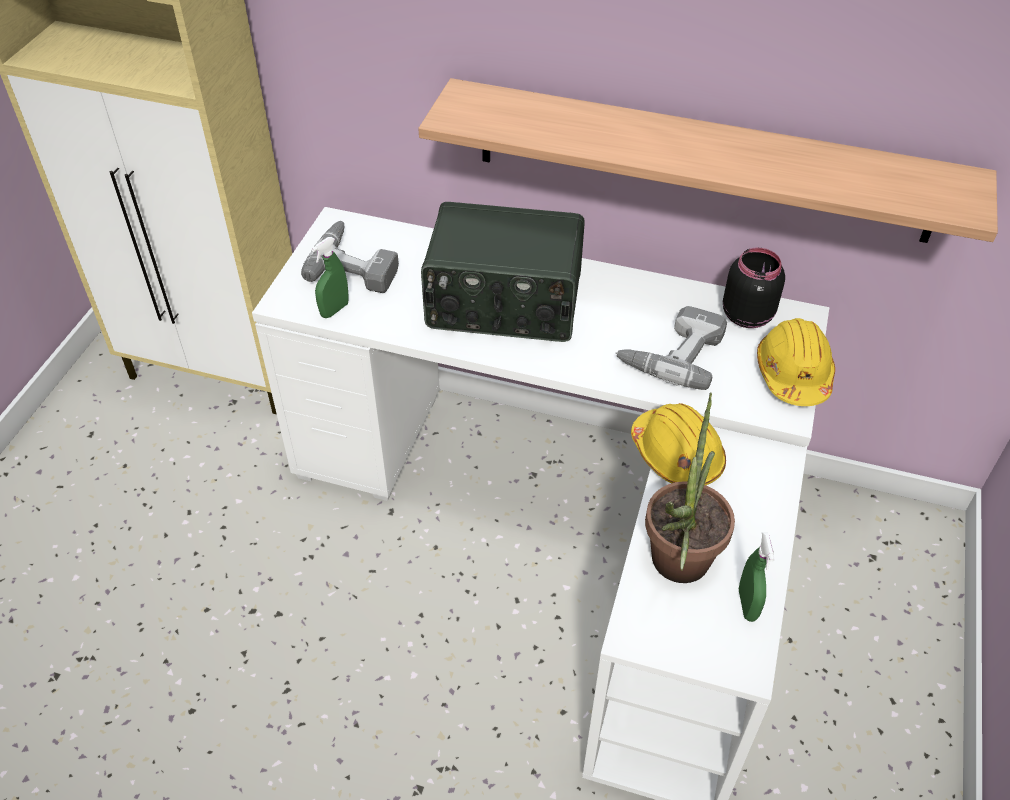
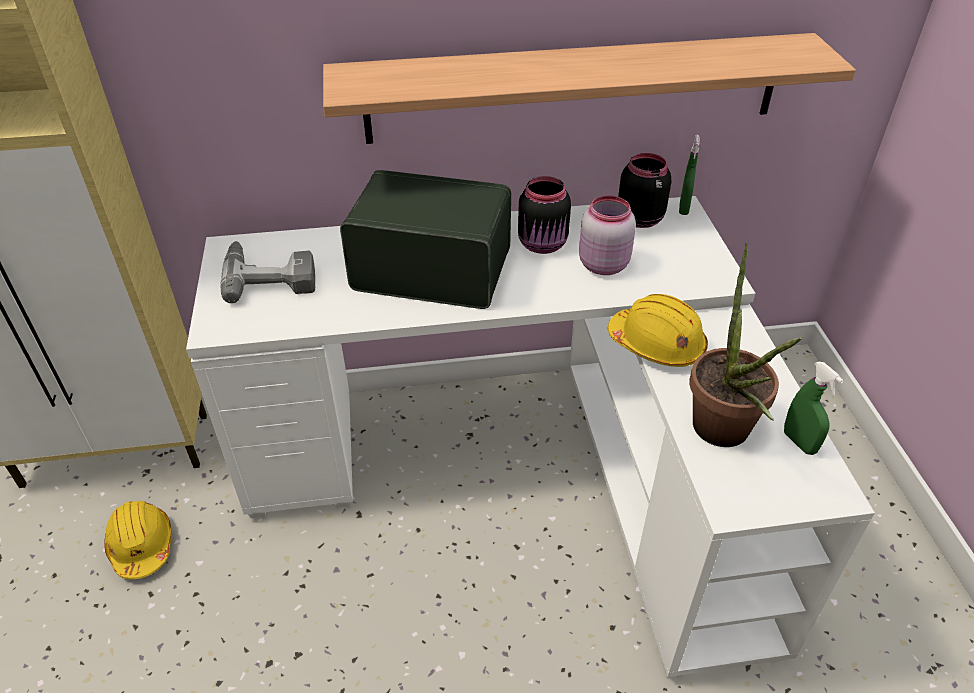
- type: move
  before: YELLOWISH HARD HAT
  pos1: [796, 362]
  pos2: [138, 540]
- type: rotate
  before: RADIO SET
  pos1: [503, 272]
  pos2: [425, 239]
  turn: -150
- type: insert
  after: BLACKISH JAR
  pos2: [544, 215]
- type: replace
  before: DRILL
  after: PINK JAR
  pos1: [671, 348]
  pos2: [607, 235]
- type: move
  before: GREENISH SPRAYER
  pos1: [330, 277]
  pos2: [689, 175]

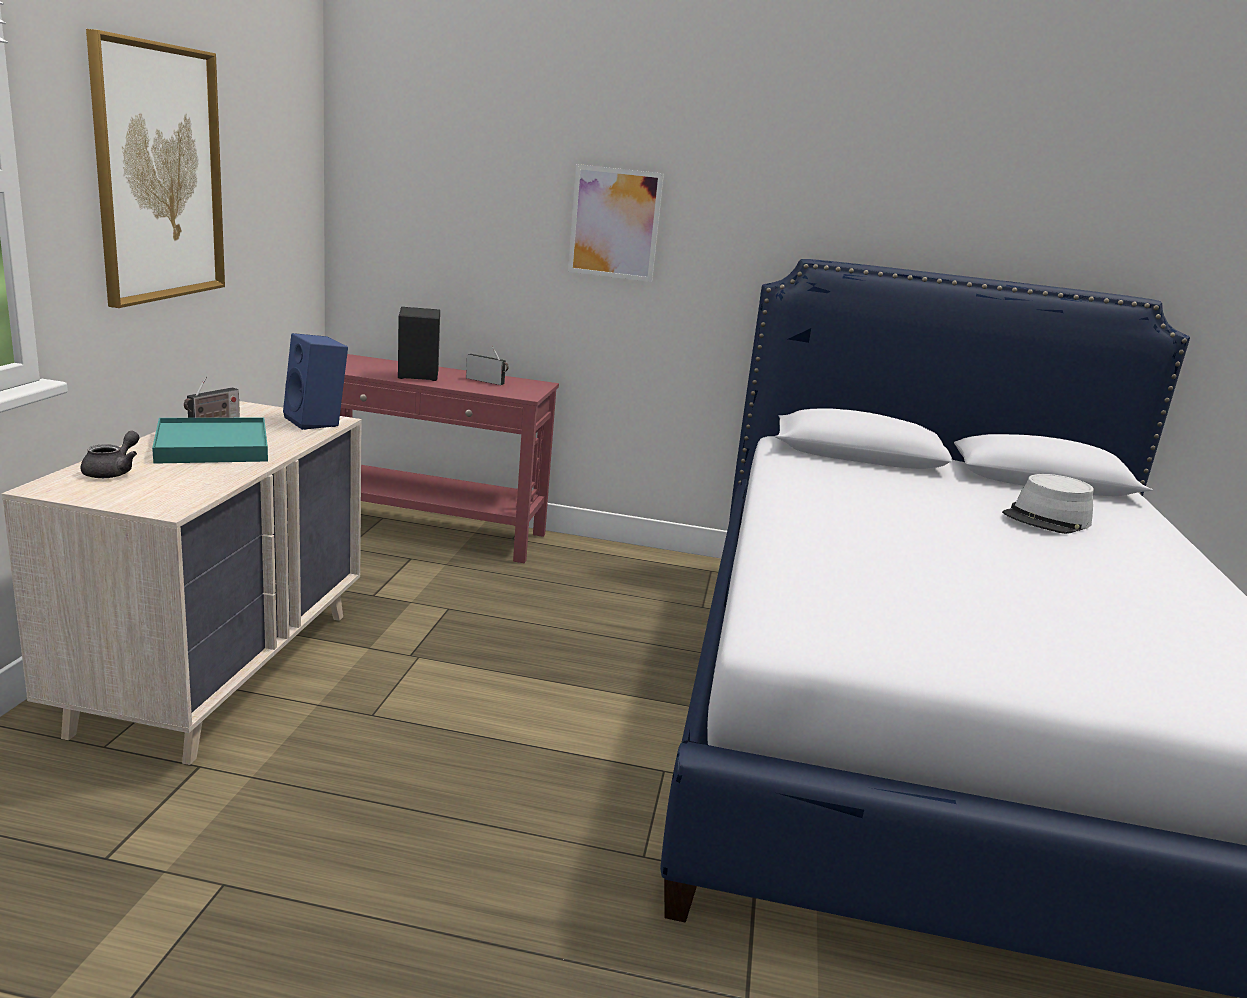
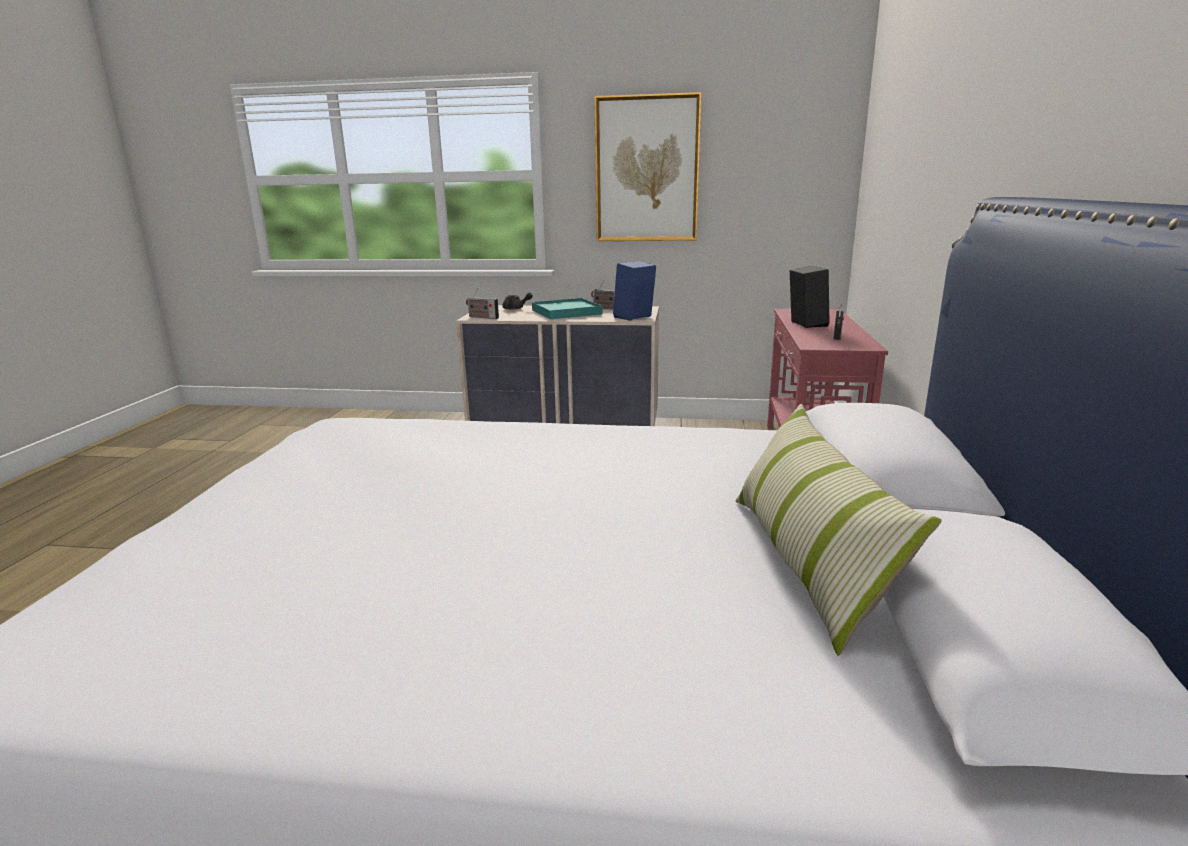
- type: insert
  after: RADIO SET
  pos2: [482, 303]
- type: insert
  after: CUSHION
  pos2: [838, 530]
- type: delete
  before: WALL ART
  pos1: [616, 223]
- type: delete
  before: GREYISH CLOTHING HAT
  pos1: [1048, 504]

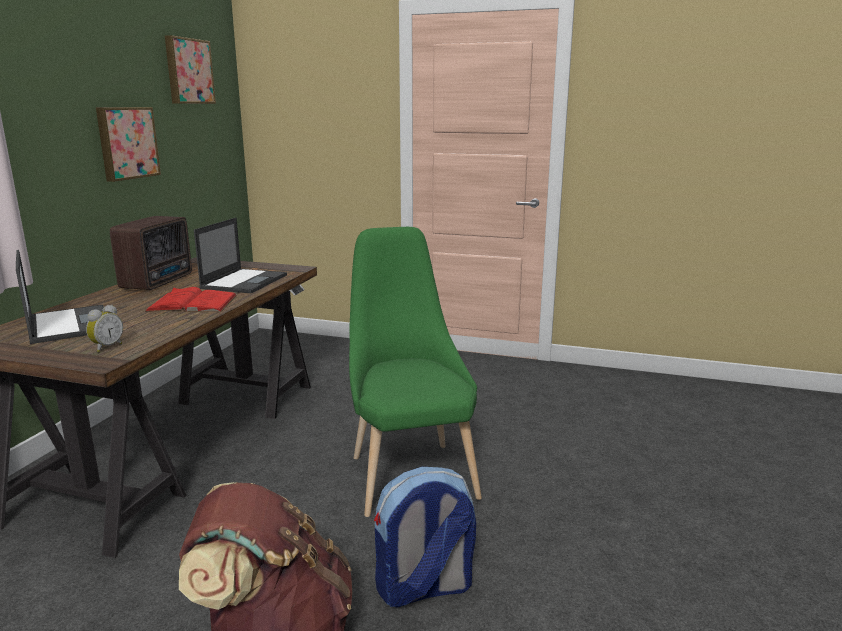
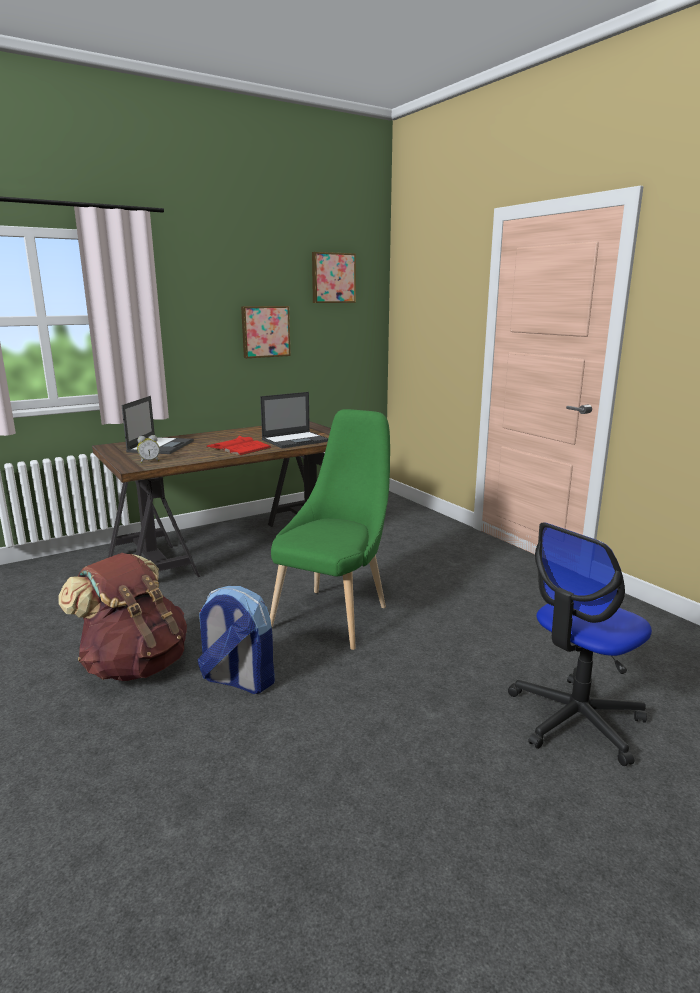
- type: insert
  after: OFFICE CHAIR
  pos2: [580, 644]
- type: delete
  before: RADIO SET
  pos1: [151, 253]

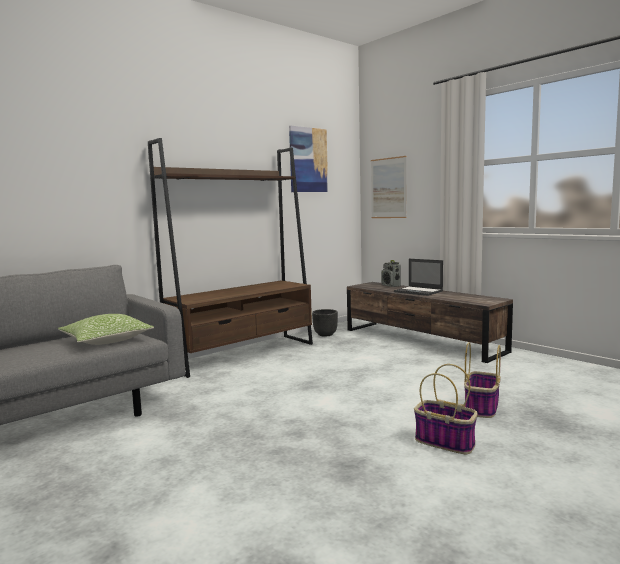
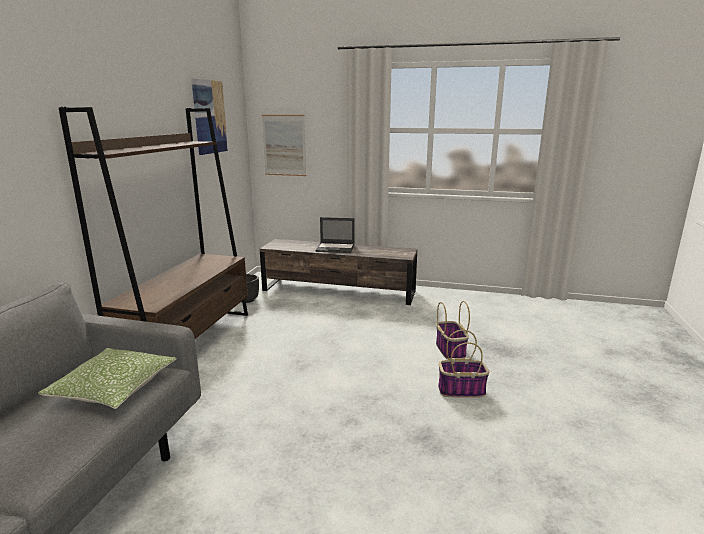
- type: delete
  before: RADIO SET
  pos1: [391, 273]

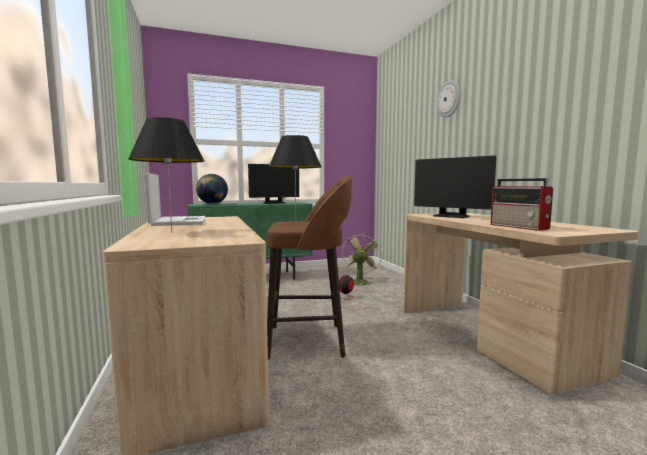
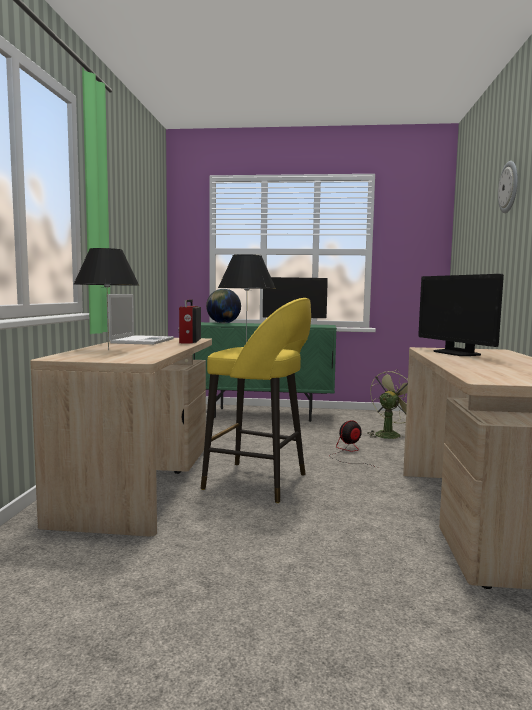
- type: move
  before: RADIO SET
  pos1: [521, 204]
  pos2: [190, 322]
- type: recolor
  before: BROWNISH STOOL SEAT
  after: YELLOWISH STOOL SEAT
  pos1: [309, 267]
  pos2: [256, 400]

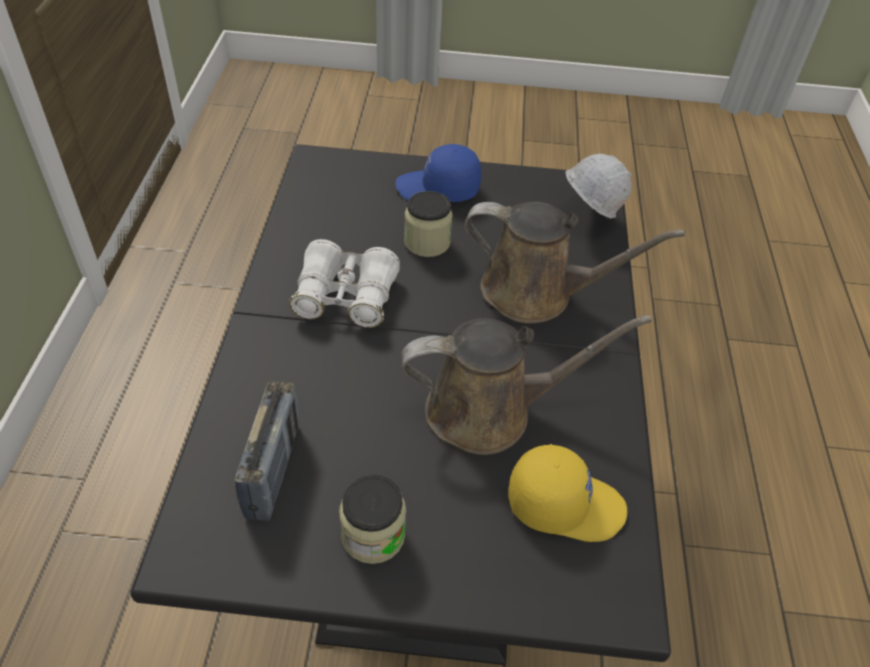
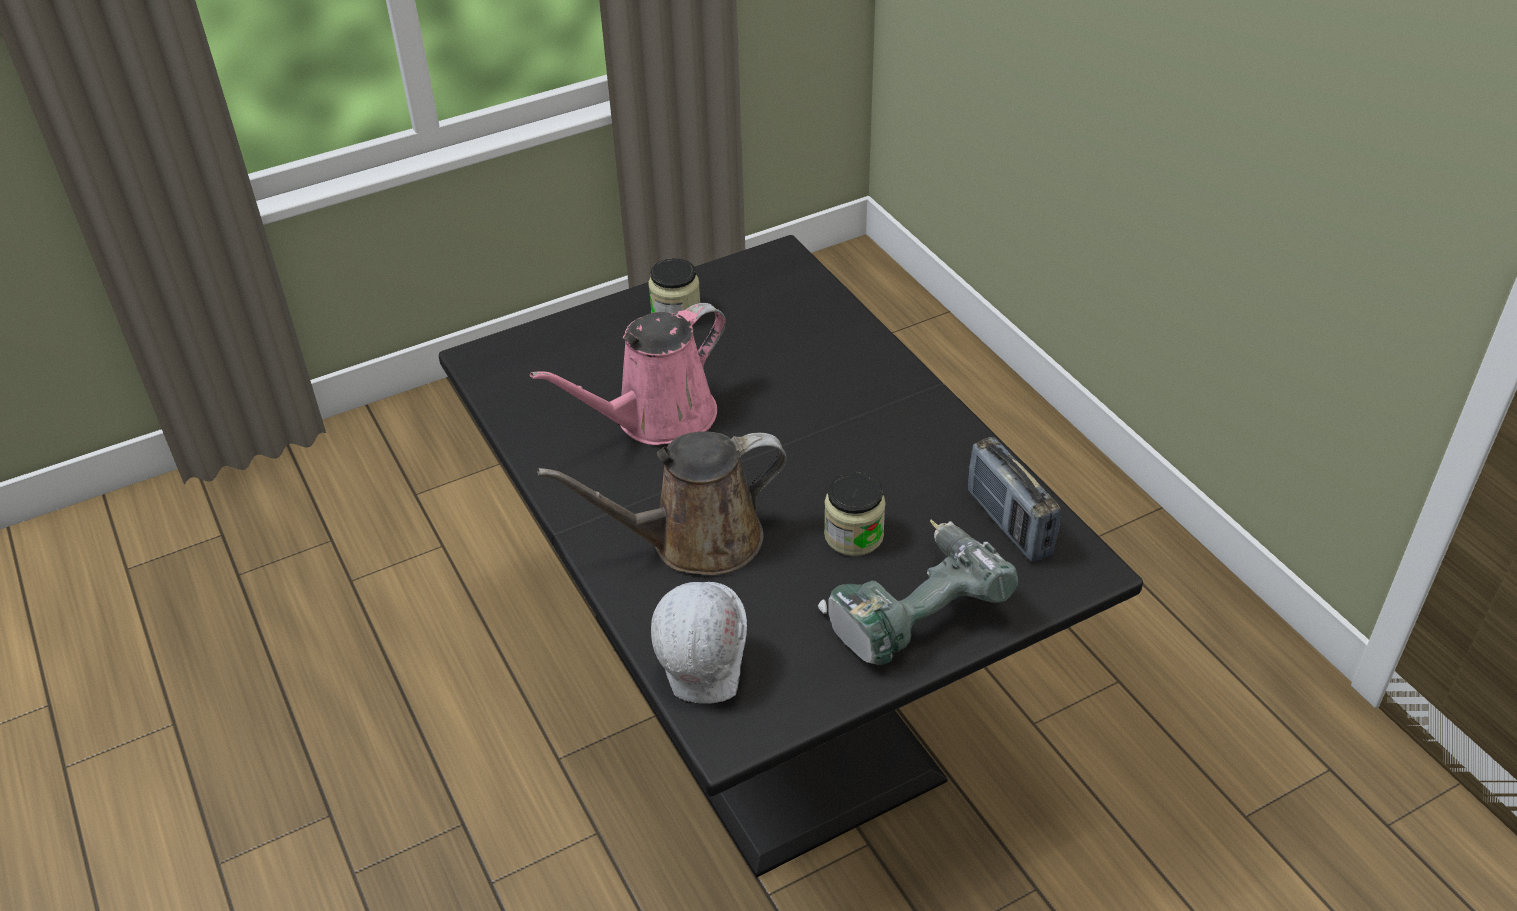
- type: recolor
  before: BROWNISH WATERING CAN
  after: PINK WATERING CAN
  pos1: [526, 385]
  pos2: [628, 374]
- type: replace
  before: BLUISH CAP
  after: DRILL
  pos1: [438, 173]
  pos2: [918, 592]
- type: move
  before: RADIO SET
  pos1: [267, 451]
  pos2: [1014, 499]
- type: delete
  before: WHITE BINOCULARS
  pos1: [344, 283]
- type: delete
  before: YELLOWISH CAP
  pos1: [567, 493]

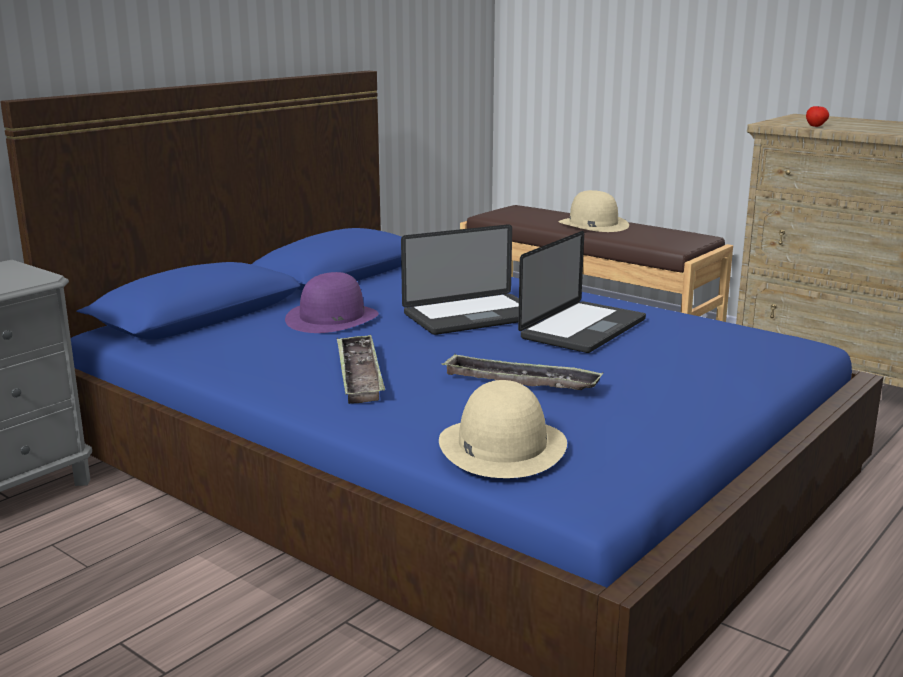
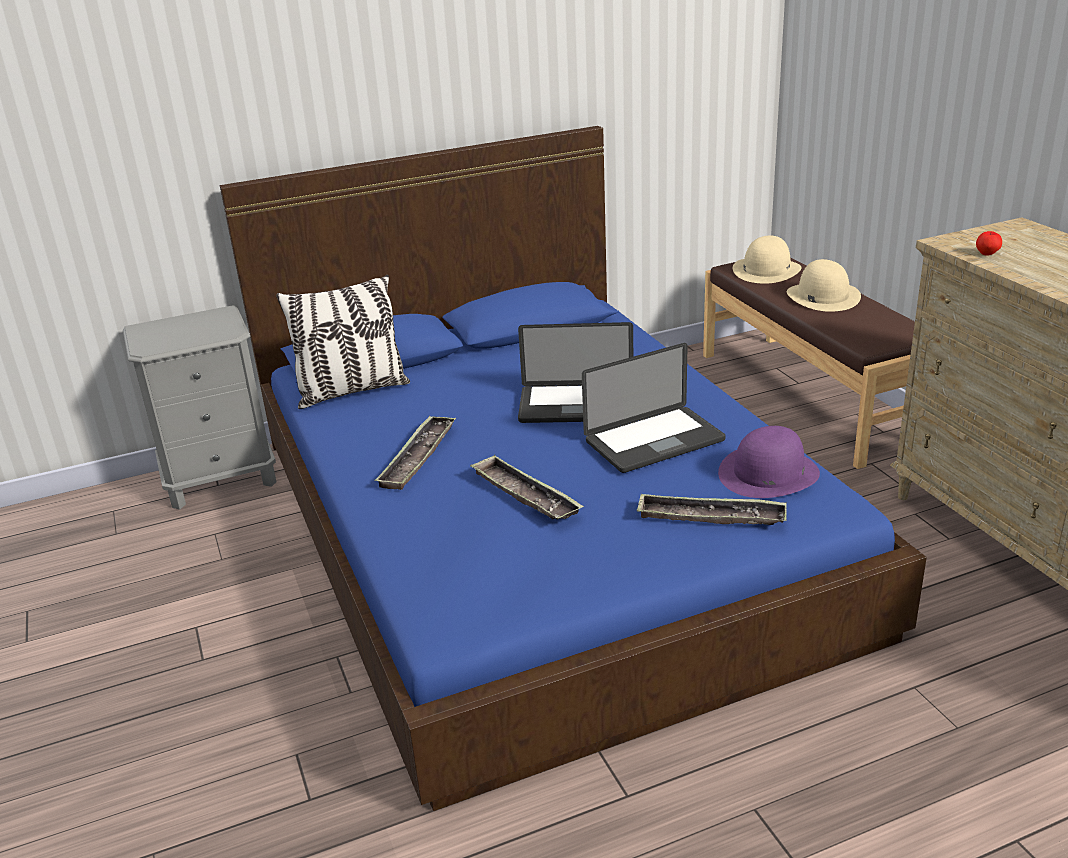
- type: insert
  after: CUSHION
  pos2: [343, 342]
- type: insert
  after: TRAY
  pos2: [712, 509]
- type: move
  before: PURPLISH CLOTHING HAT
  pos1: [332, 302]
  pos2: [769, 462]
- type: move
  before: BEIGE CLOTHING HAT
  pos1: [503, 429]
  pos2: [767, 259]

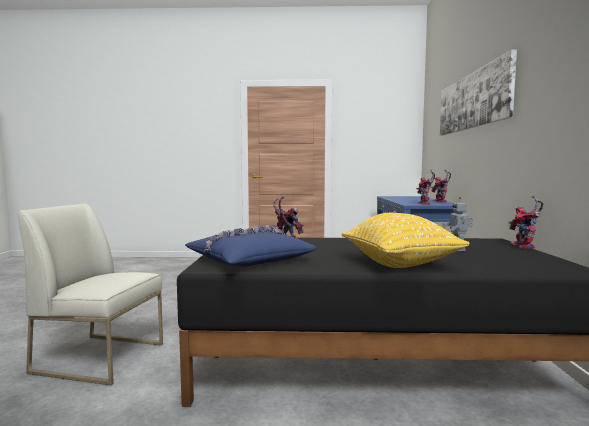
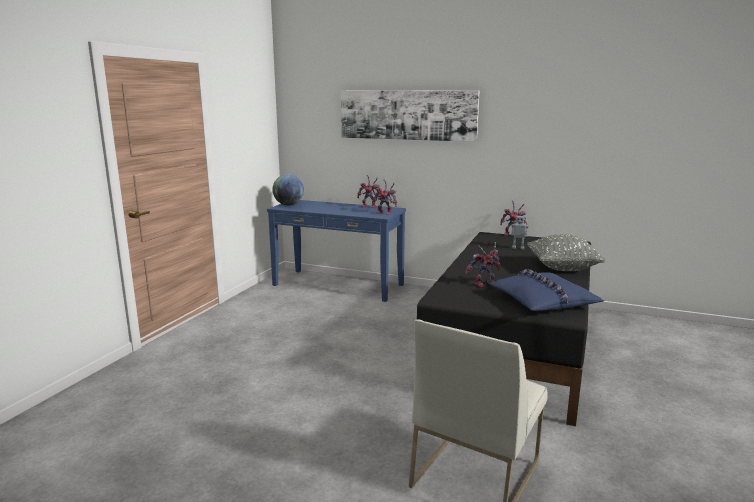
- type: insert
  after: GLOBE
  pos2: [288, 189]
- type: recolor
  before: YELLOWISH CUSHION
  after: GREYISH CUSHION
  pos1: [406, 240]
  pos2: [566, 252]

